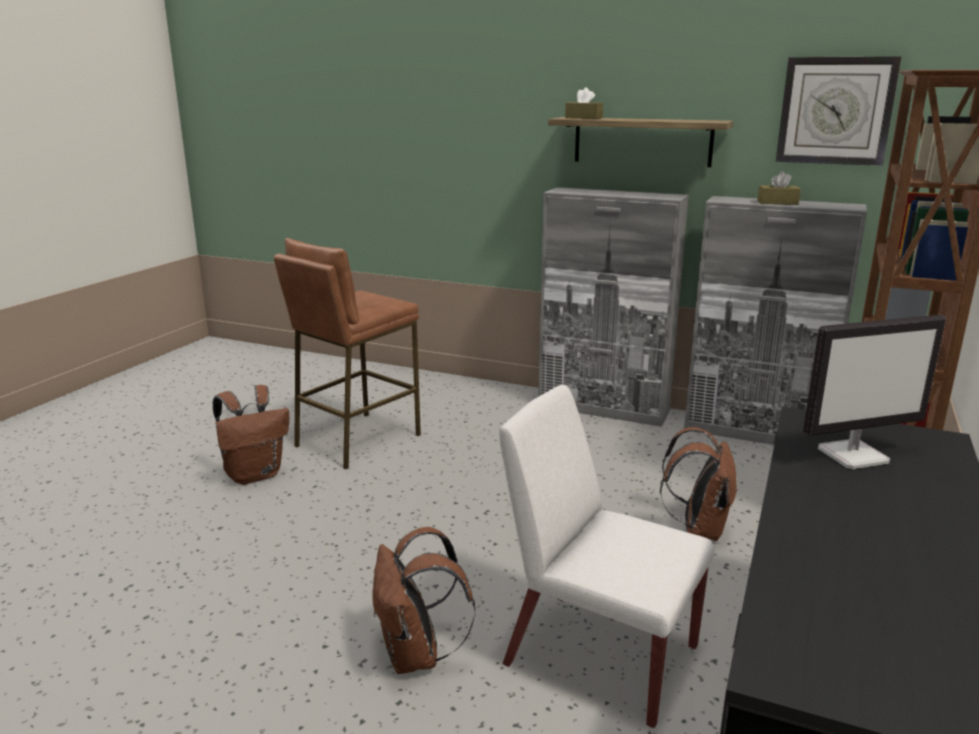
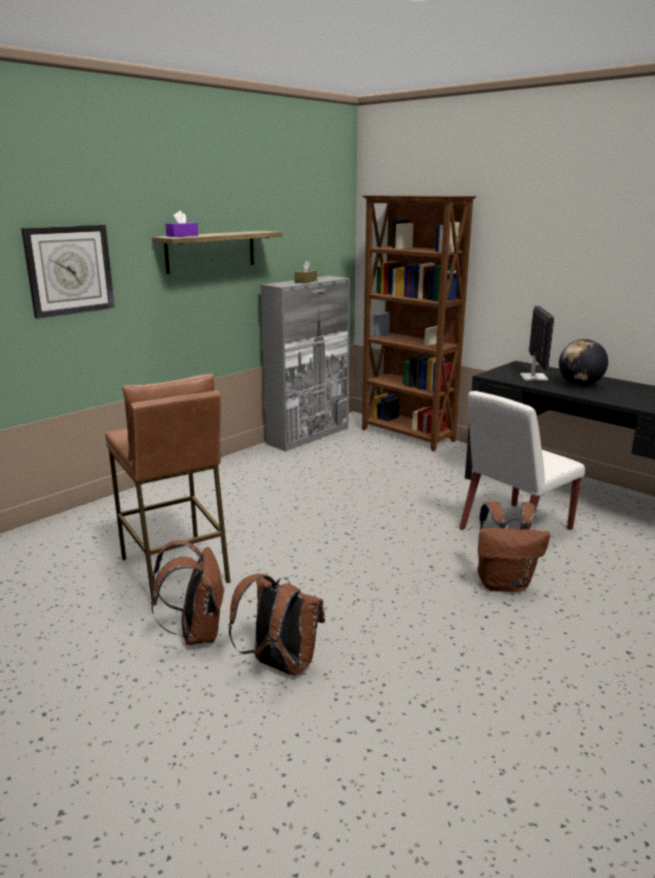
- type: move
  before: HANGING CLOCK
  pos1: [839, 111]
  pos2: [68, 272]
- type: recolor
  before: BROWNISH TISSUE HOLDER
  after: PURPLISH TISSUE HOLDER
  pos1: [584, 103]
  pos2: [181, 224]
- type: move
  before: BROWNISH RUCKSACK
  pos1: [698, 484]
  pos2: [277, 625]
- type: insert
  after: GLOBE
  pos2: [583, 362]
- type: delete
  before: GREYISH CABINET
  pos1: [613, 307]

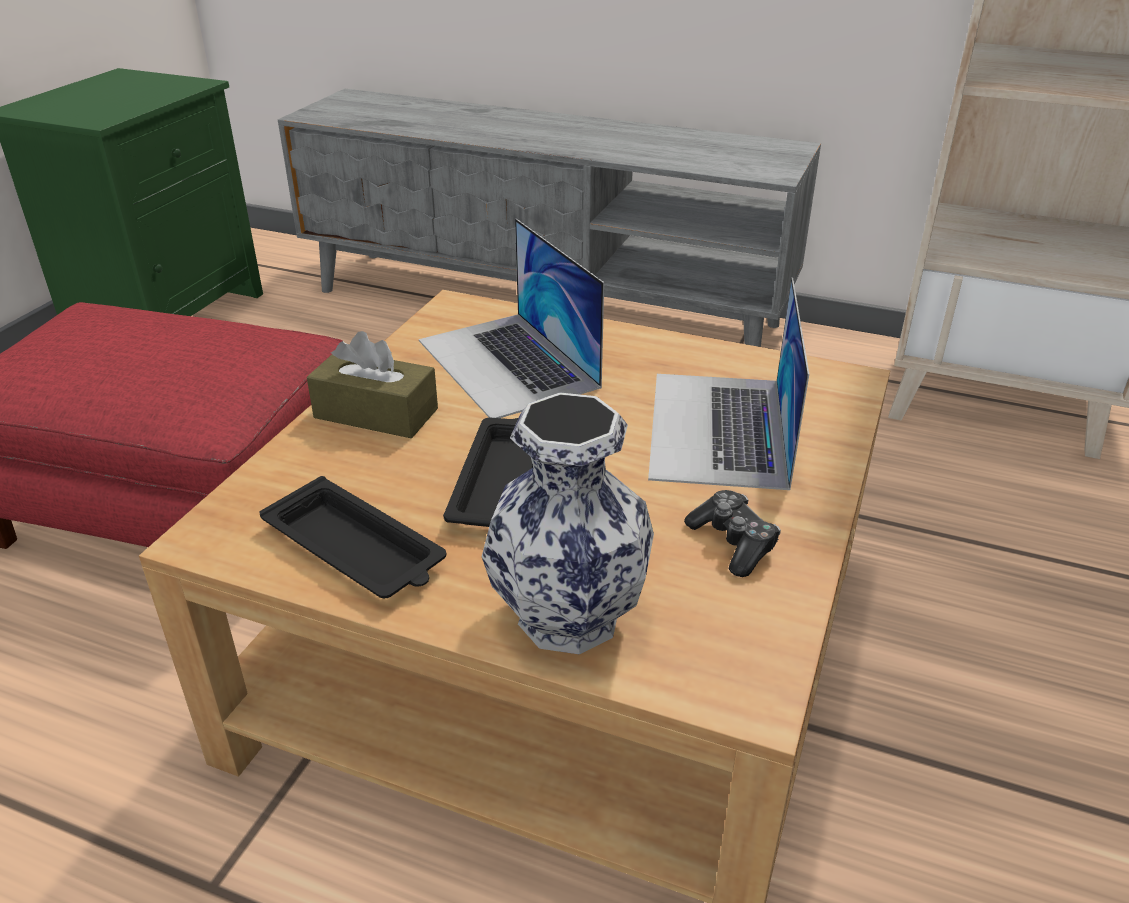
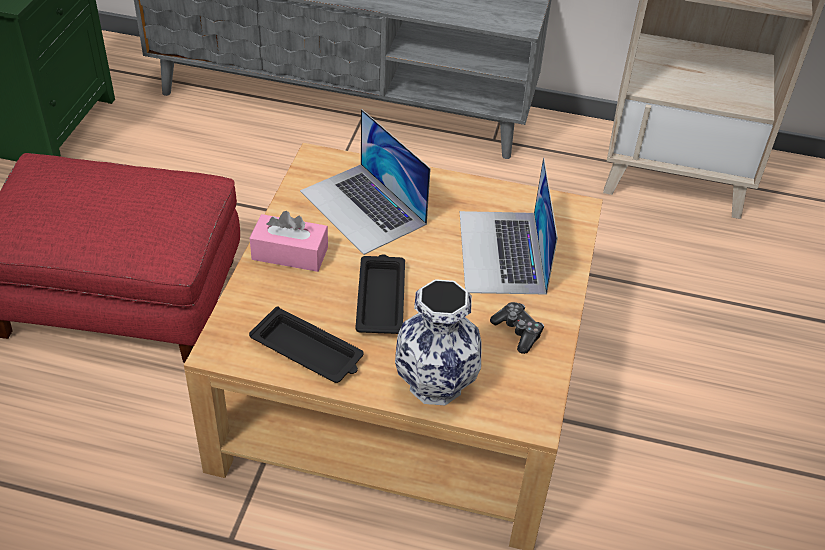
- type: recolor
  before: BROWNISH TISSUE HOLDER
  after: PINK TISSUE HOLDER
  pos1: [372, 384]
  pos2: [289, 241]

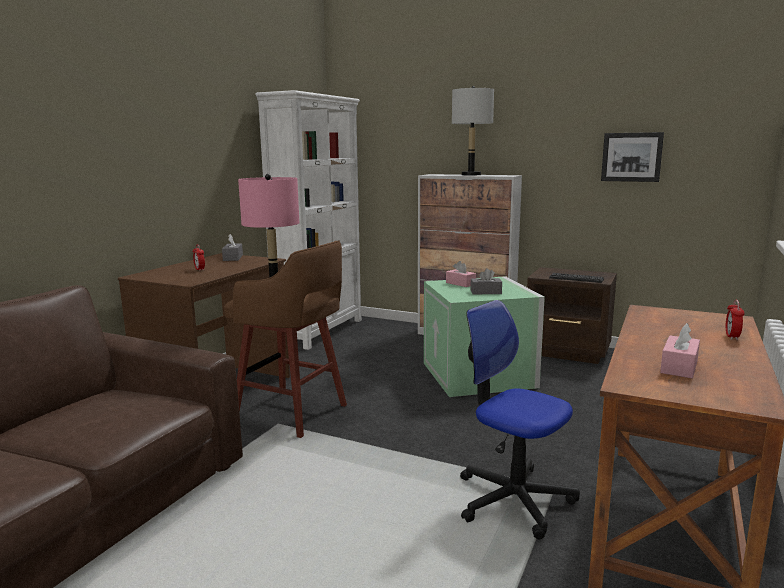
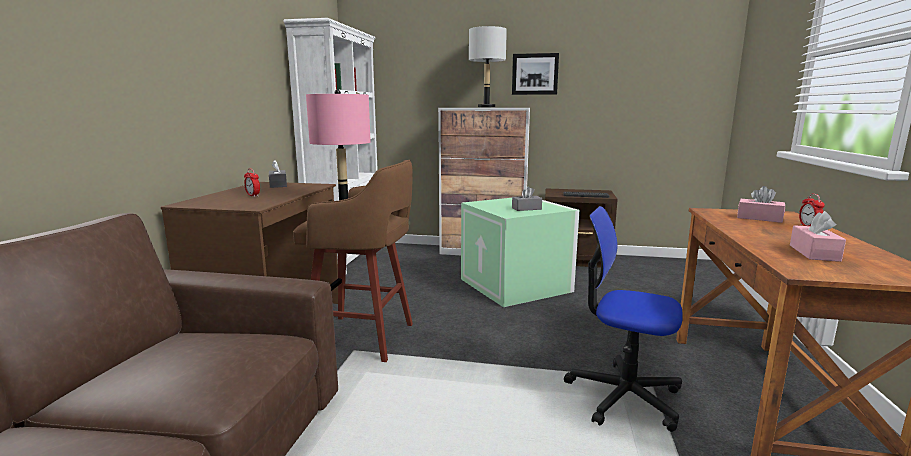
- type: move
  before: WALL ART
  pos1: [632, 157]
  pos2: [535, 74]
- type: move
  before: PINK TISSUE HOLDER
  pos1: [461, 274]
  pos2: [761, 204]

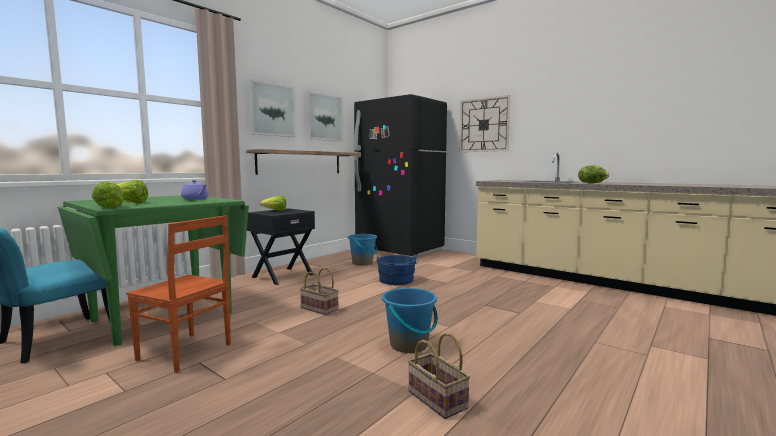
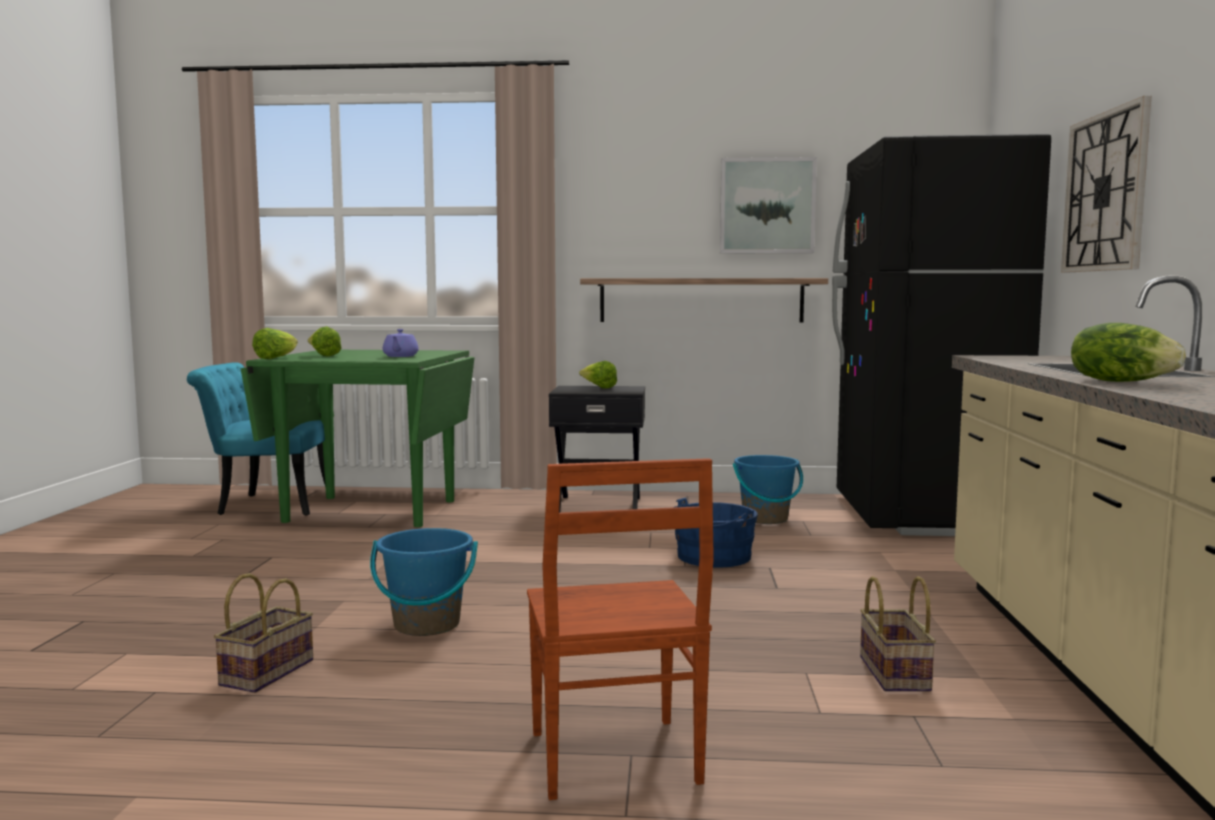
- type: move
  before: BROWNISH UPRIGHT CHAIR
  pos1: [178, 294]
  pos2: [620, 629]
- type: move
  before: STORAGE BASKET
  pos1: [319, 291]
  pos2: [898, 634]
- type: delete
  before: WALL ART
  pos1: [272, 108]

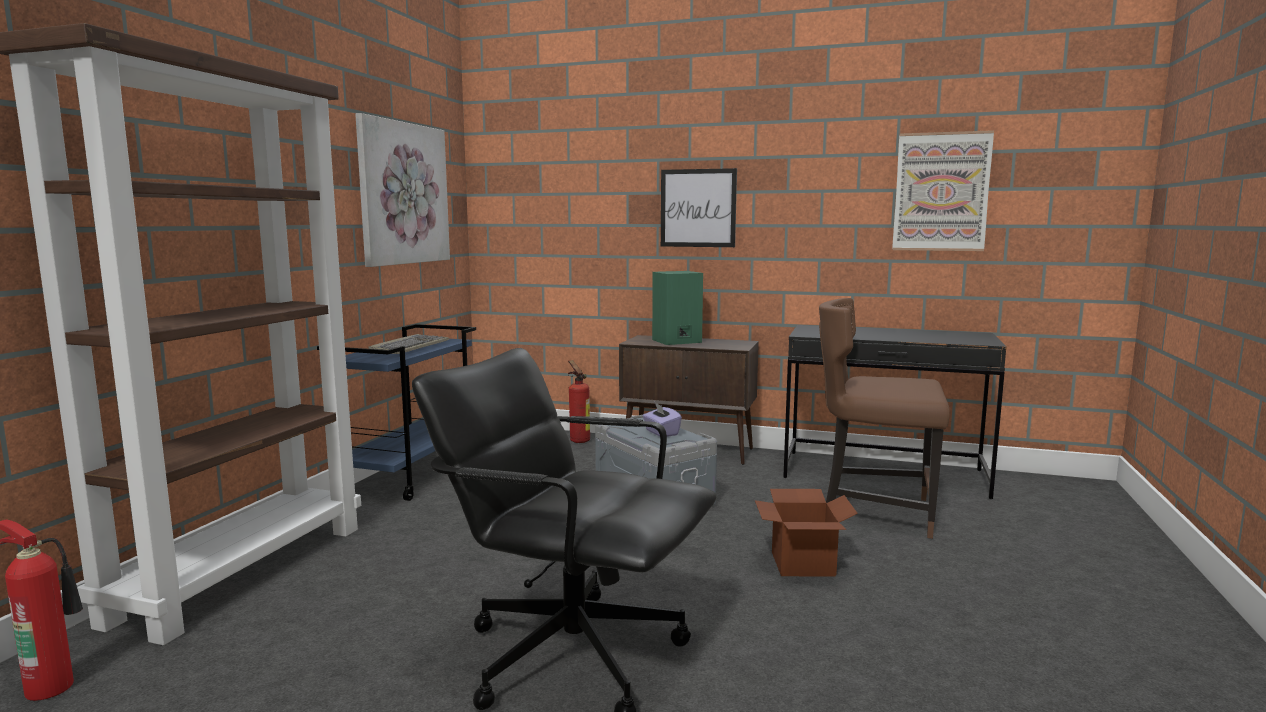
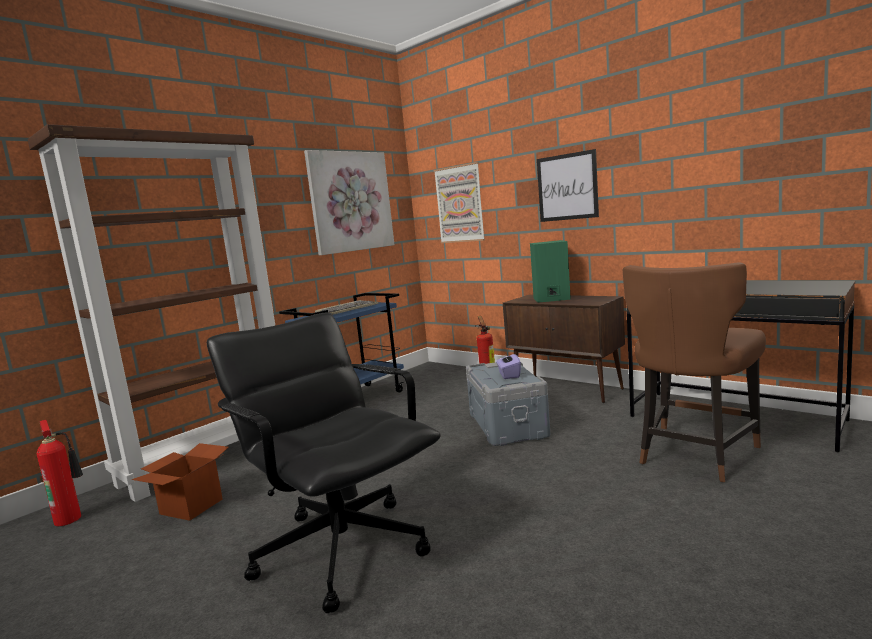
- type: move
  before: CARTON
  pos1: [806, 533]
  pos2: [180, 482]
- type: move
  before: WALL ART
  pos1: [943, 190]
  pos2: [459, 202]
- type: rotate
  before: BROWNISH UPRIGHT CHAIR
  pos1: [884, 418]
  pos2: [694, 372]
  turn: -90

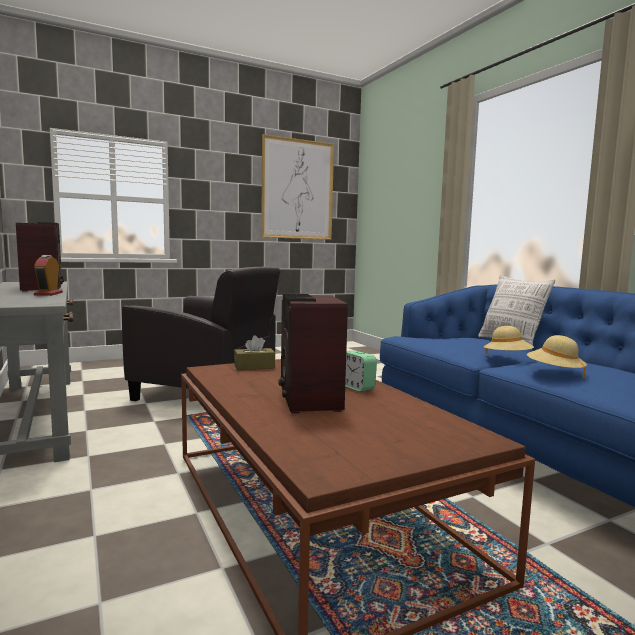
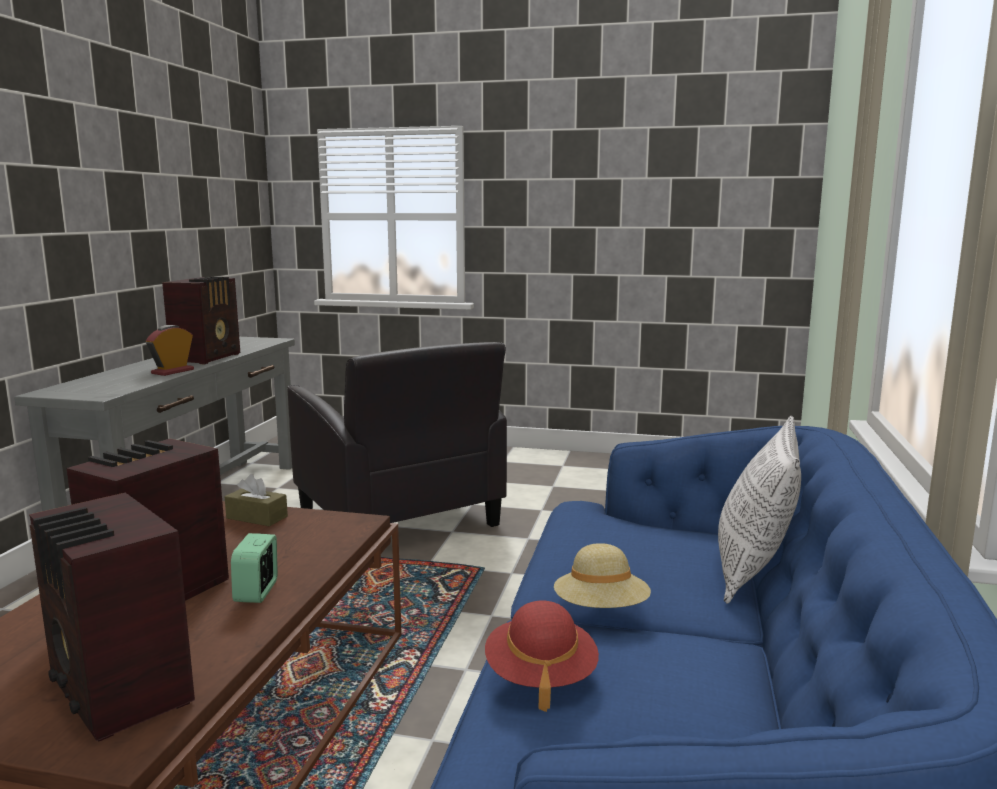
- type: insert
  after: RADIO SET
  pos2: [112, 617]
- type: recolor
  before: BEIGE CLOTHING HAT
  after: REDDISH CLOTHING HAT
  pos1: [557, 357]
  pos2: [542, 656]
- type: delete
  before: WALL ART
  pos1: [297, 187]

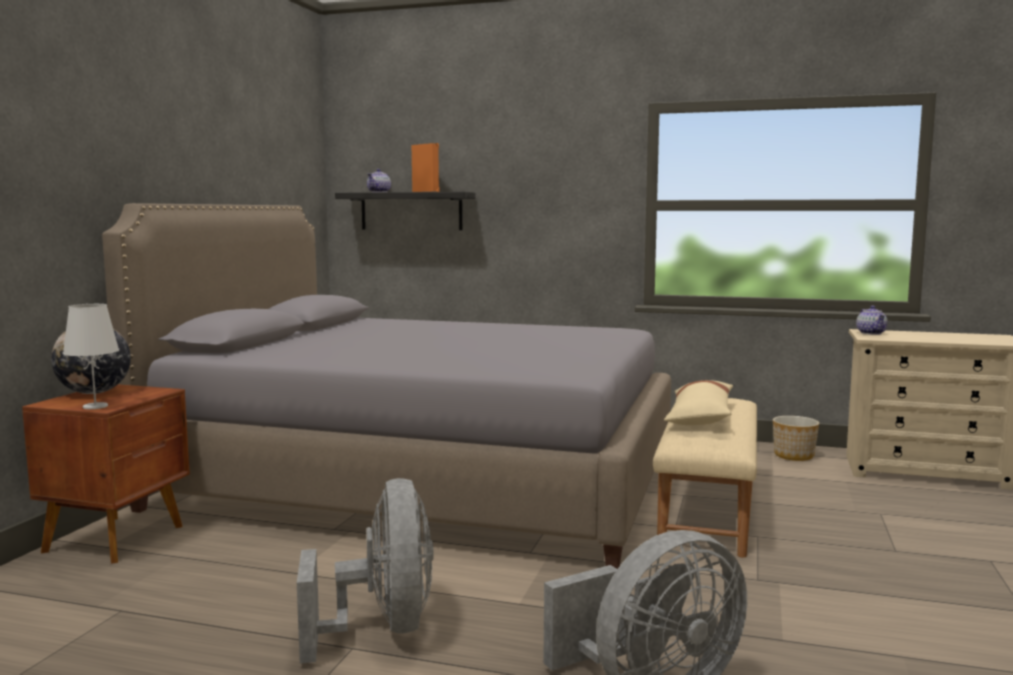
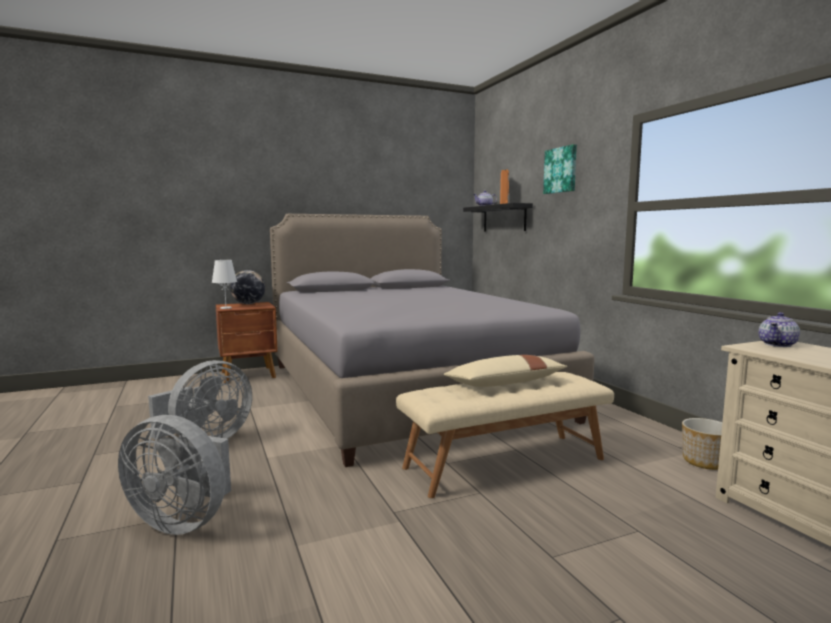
- type: insert
  after: WALL ART
  pos2: [560, 169]

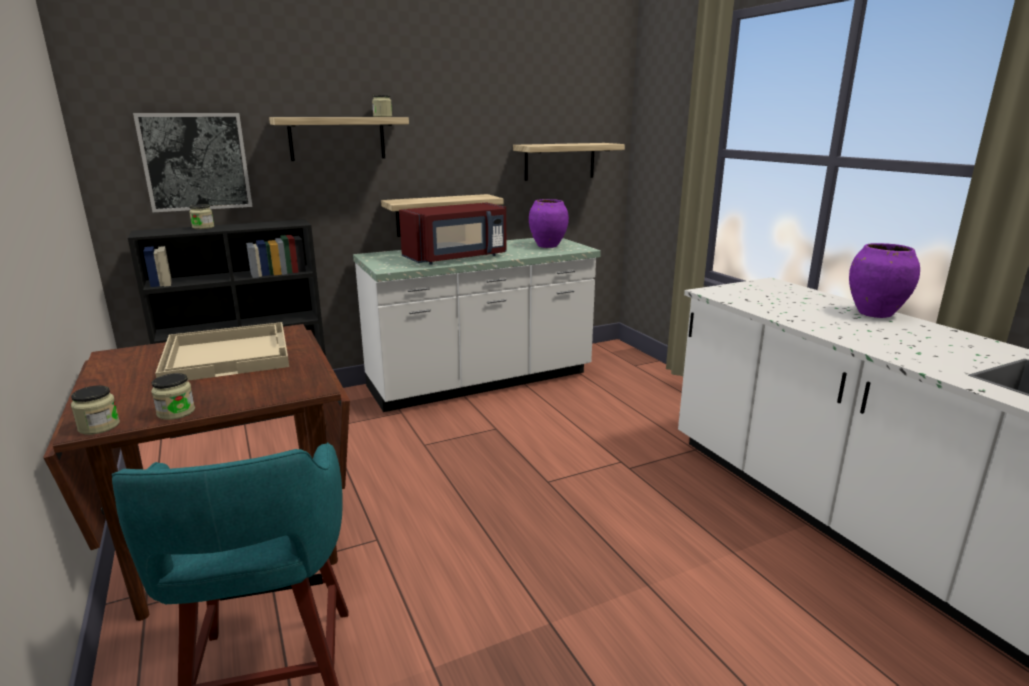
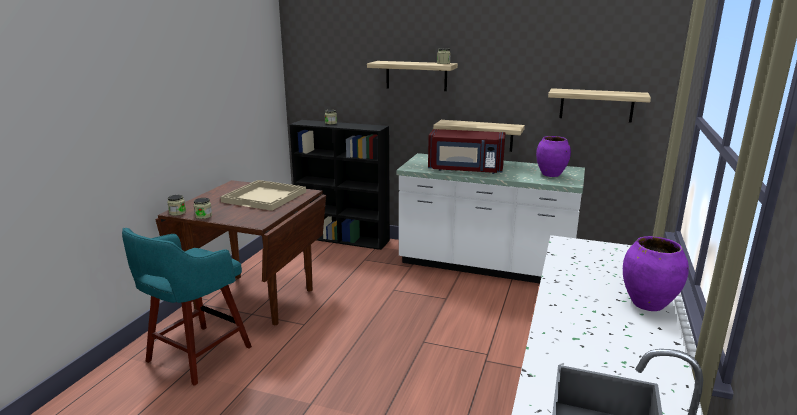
- type: delete
  before: WALL ART
  pos1: [193, 162]

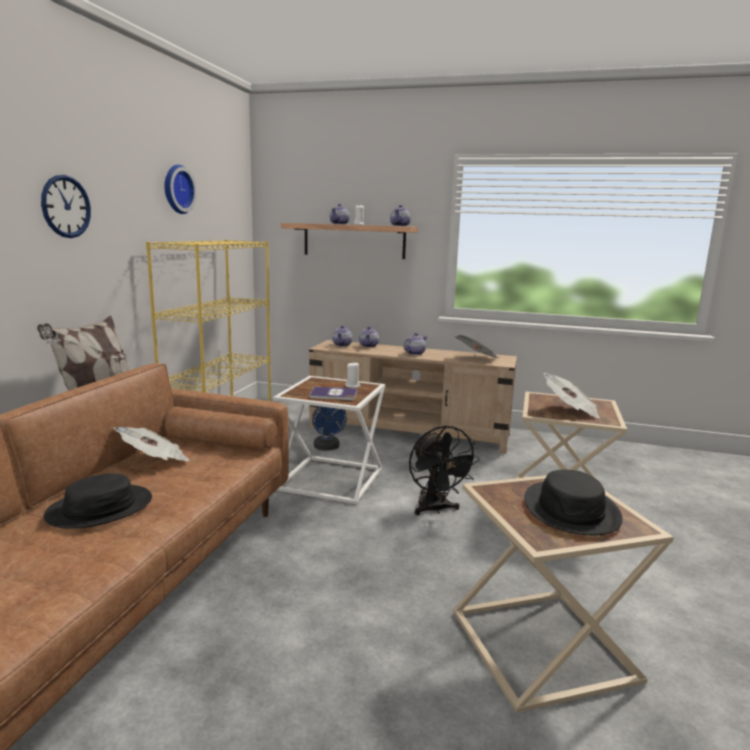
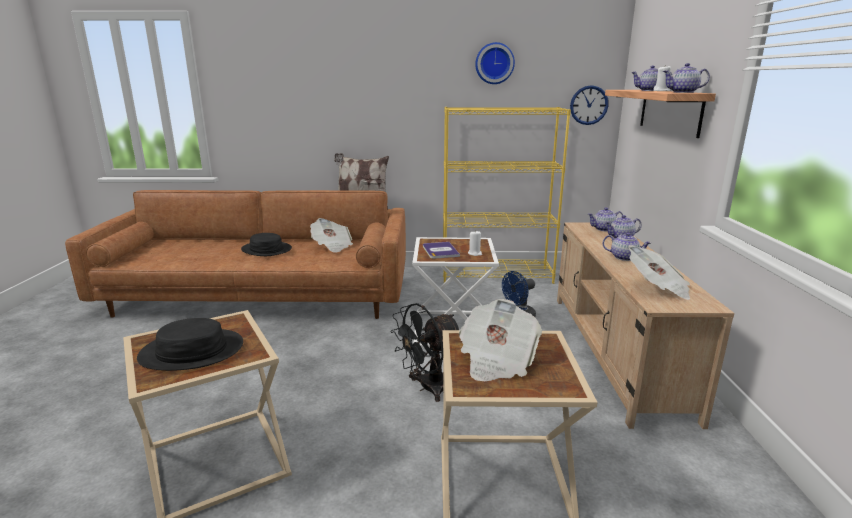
- type: move
  before: HANGING CLOCK
  pos1: [66, 206]
  pos2: [589, 105]

